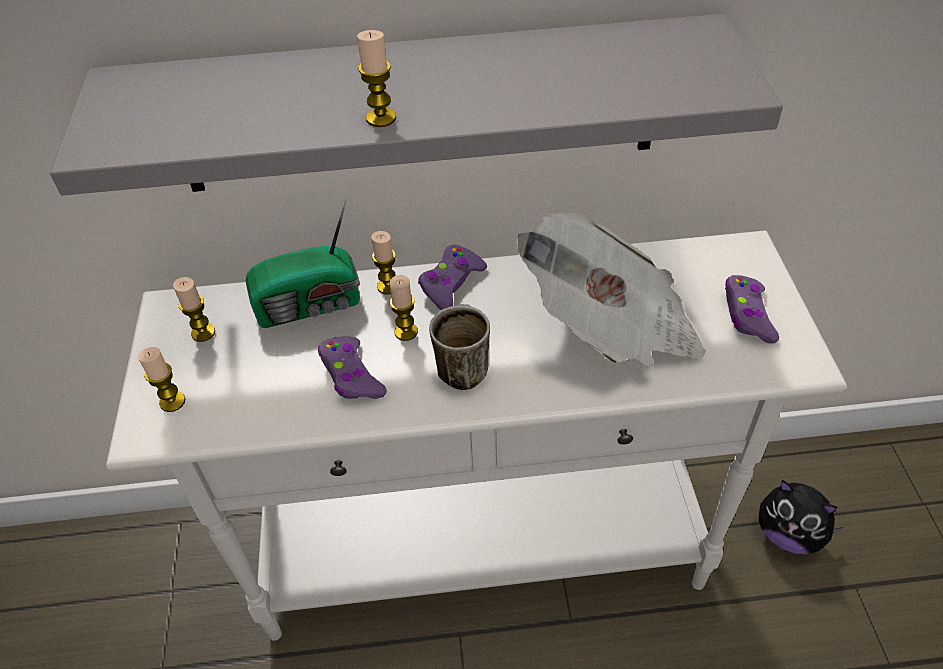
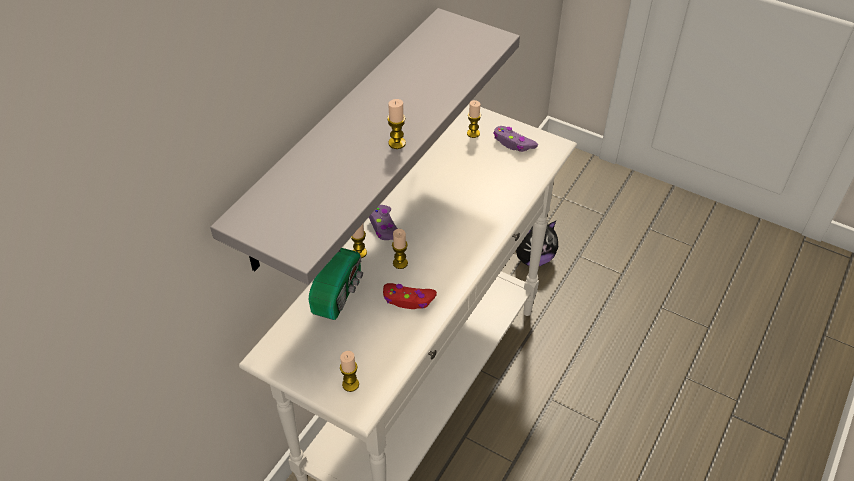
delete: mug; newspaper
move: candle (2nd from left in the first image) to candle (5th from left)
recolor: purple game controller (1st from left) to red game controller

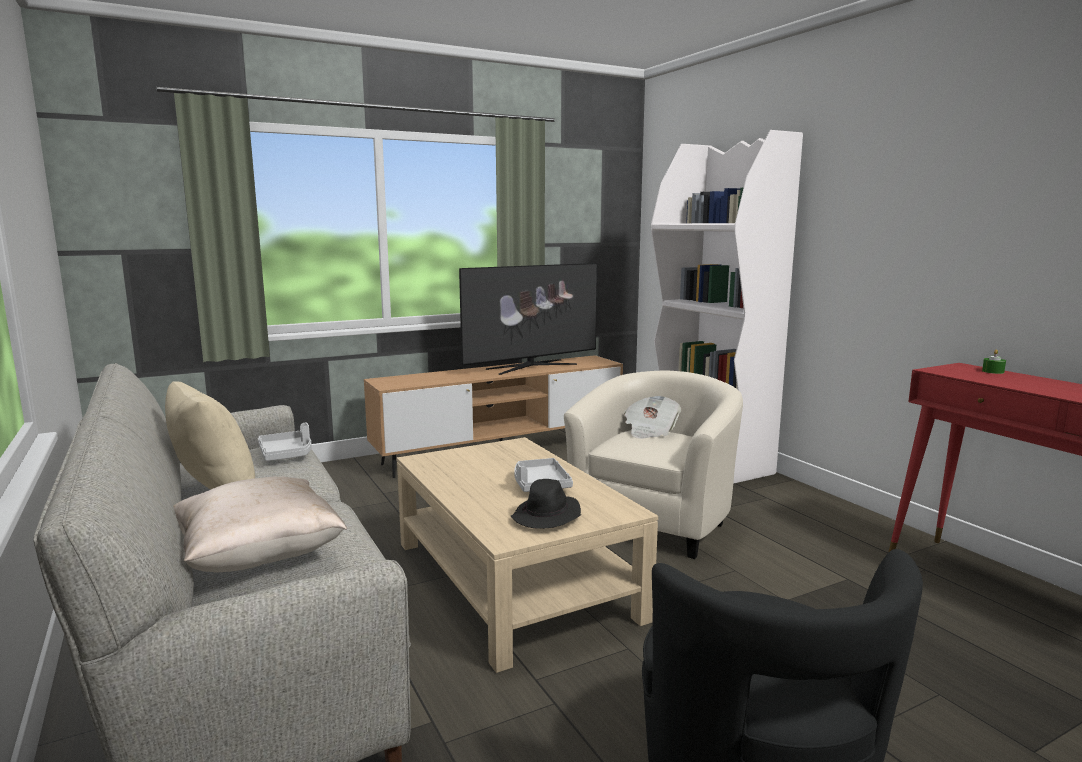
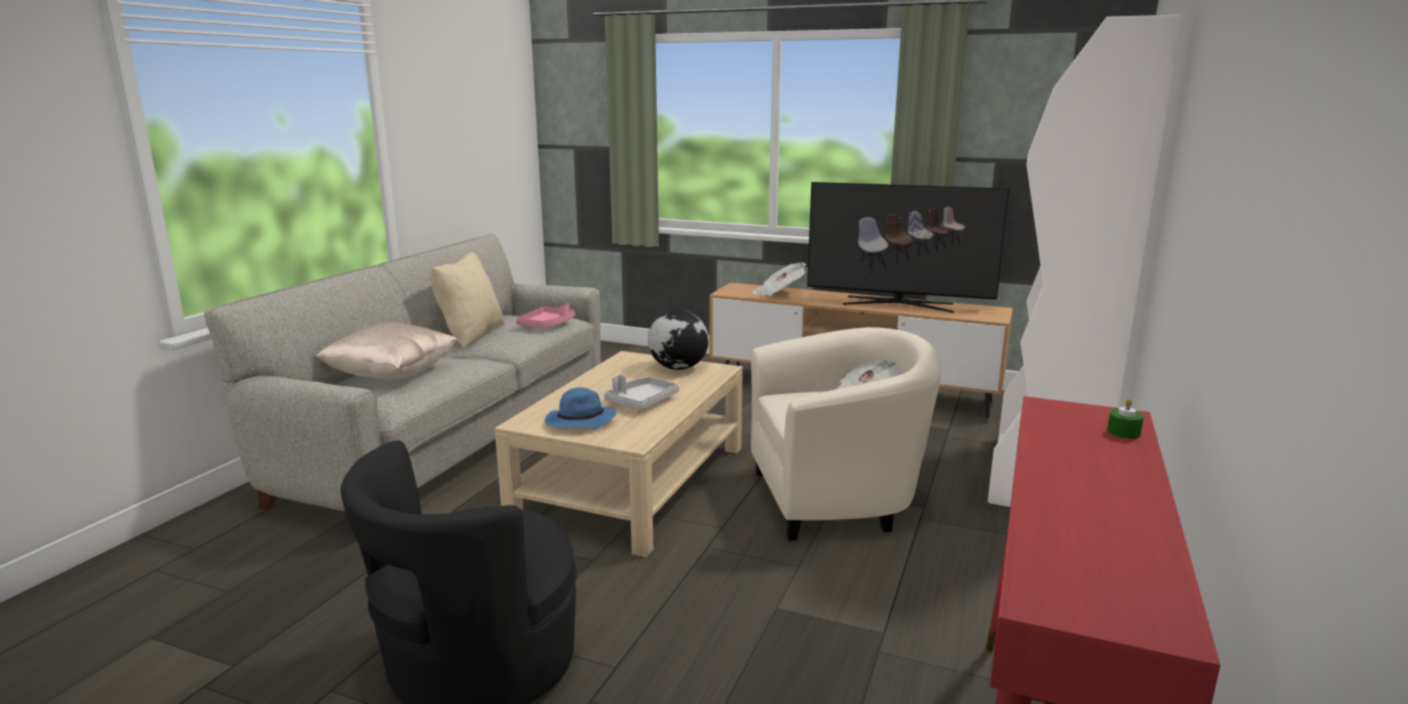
insert: globe; newspaper (1st from left)
recolor: grey tray (1st from left) to pink tray; black hat to blue hat

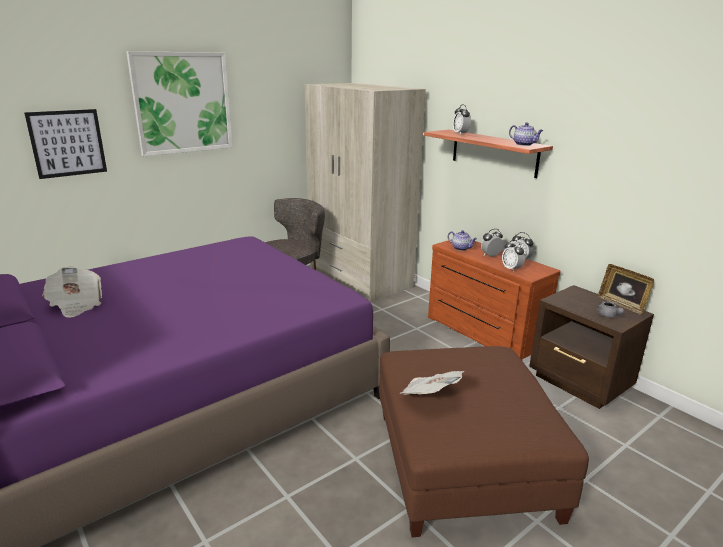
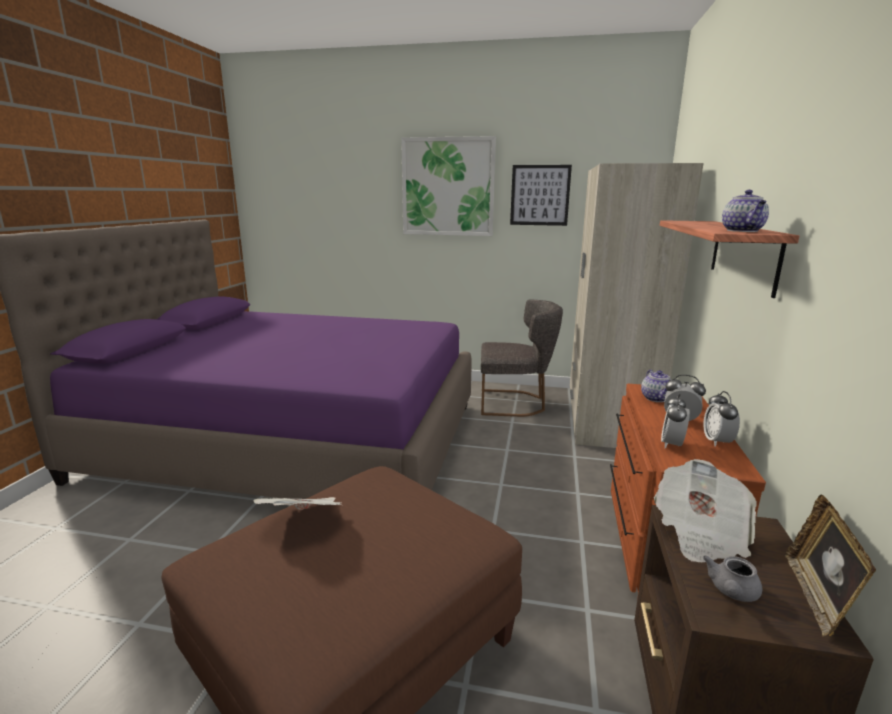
delete: alarm clock (1st from left)
move: picture (1st from left in the first image) to picture (2nd from left); newspaper (1st from left in the first image) to newspaper (2nd from left)

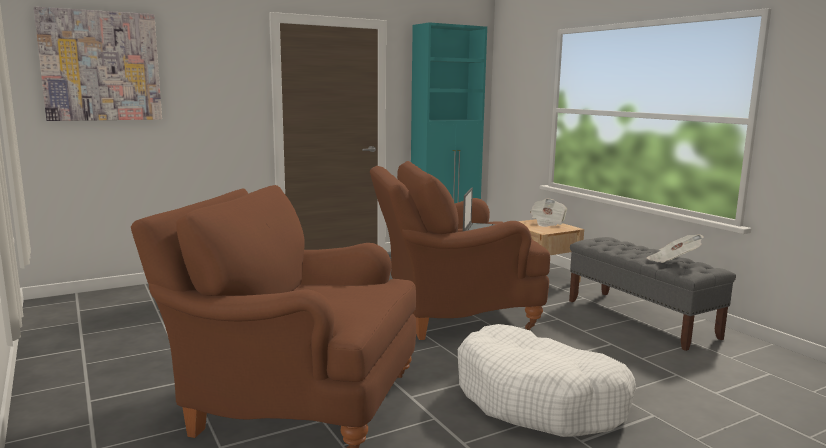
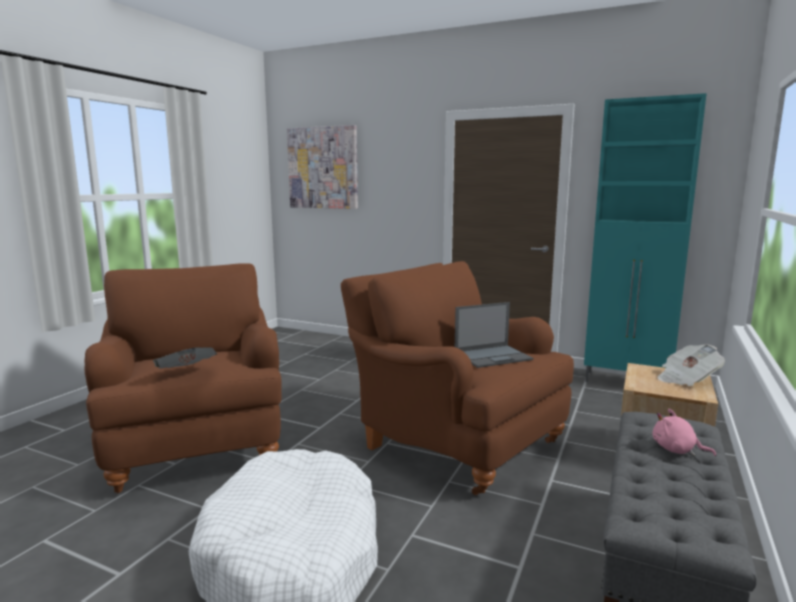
insert: pink plush toy
move: newspaper (2nd from left in the first image) to newspaper (1st from left)

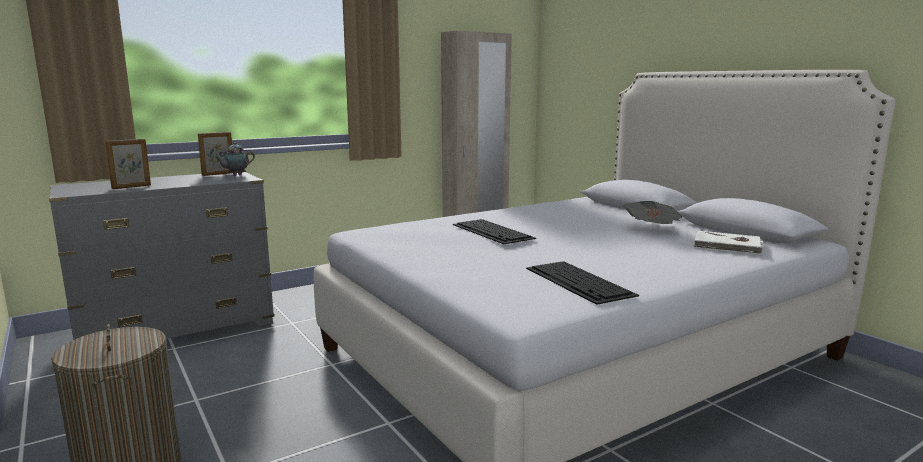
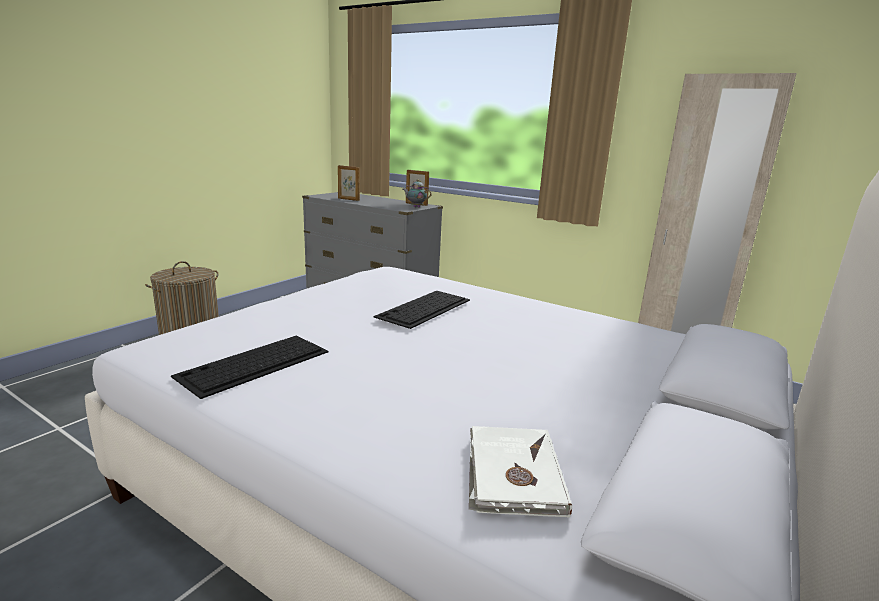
delete: newspaper

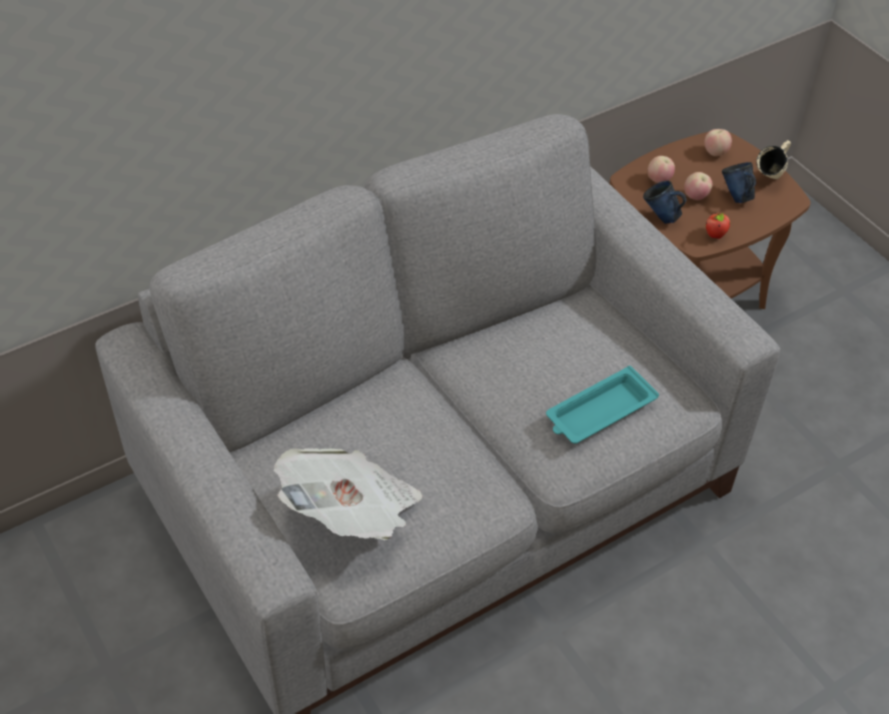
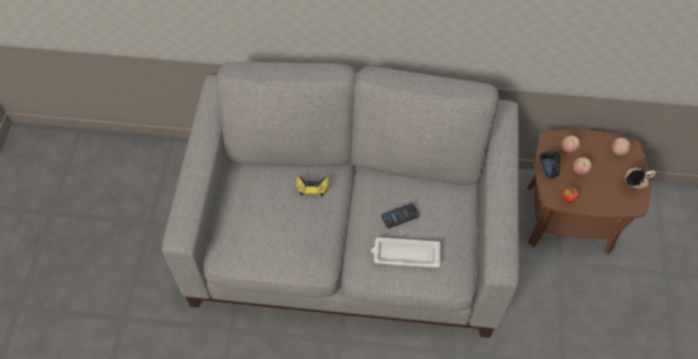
delete: newspaper; blue mug (2nd from left)
insert: yellow game controller; phone
recolor: turquoise tray to white tray

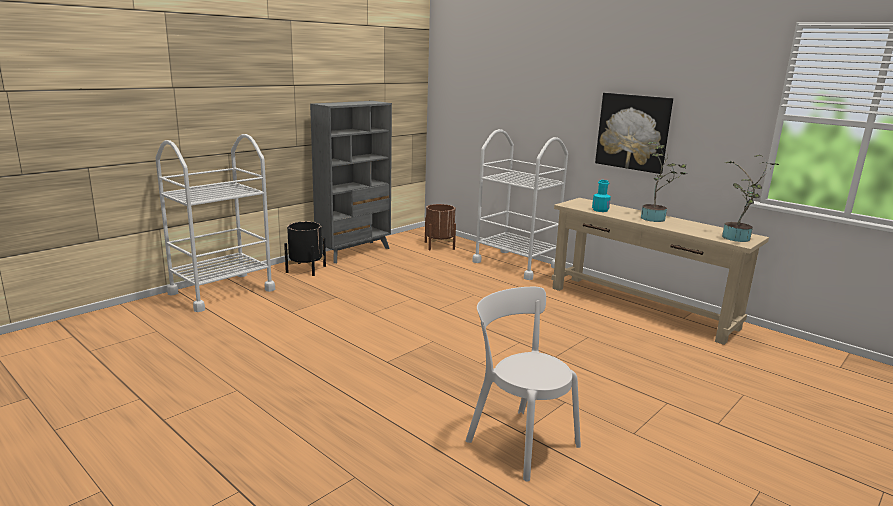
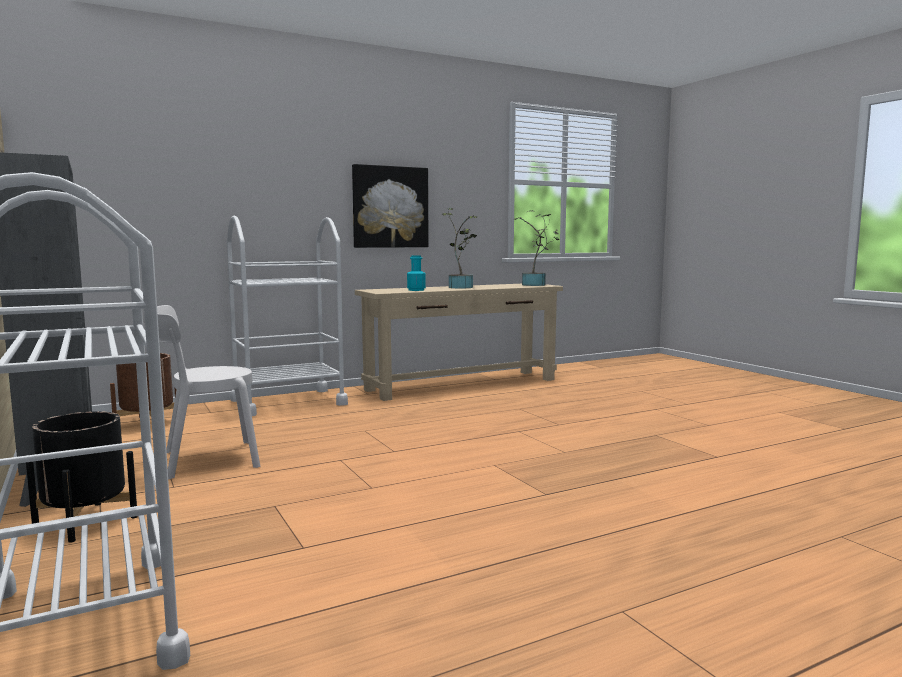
move: white chair

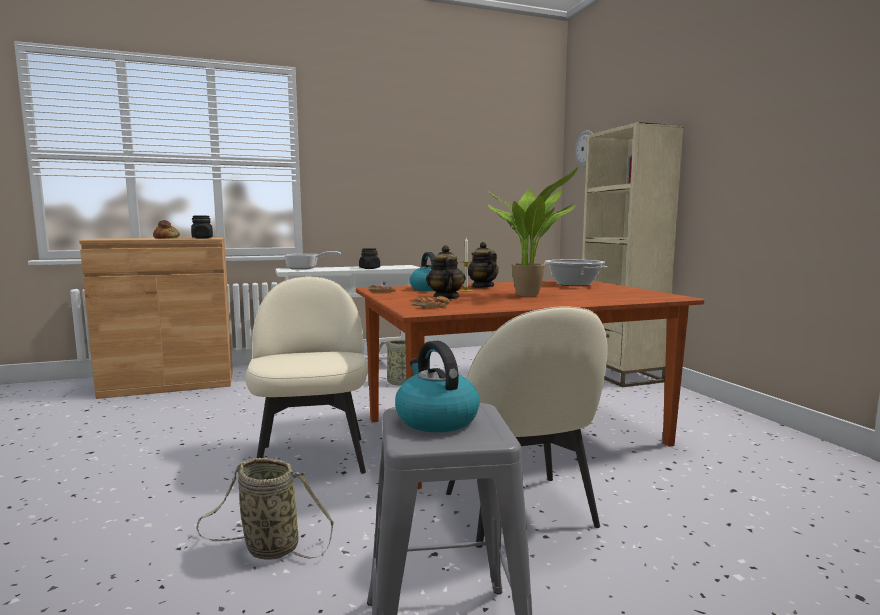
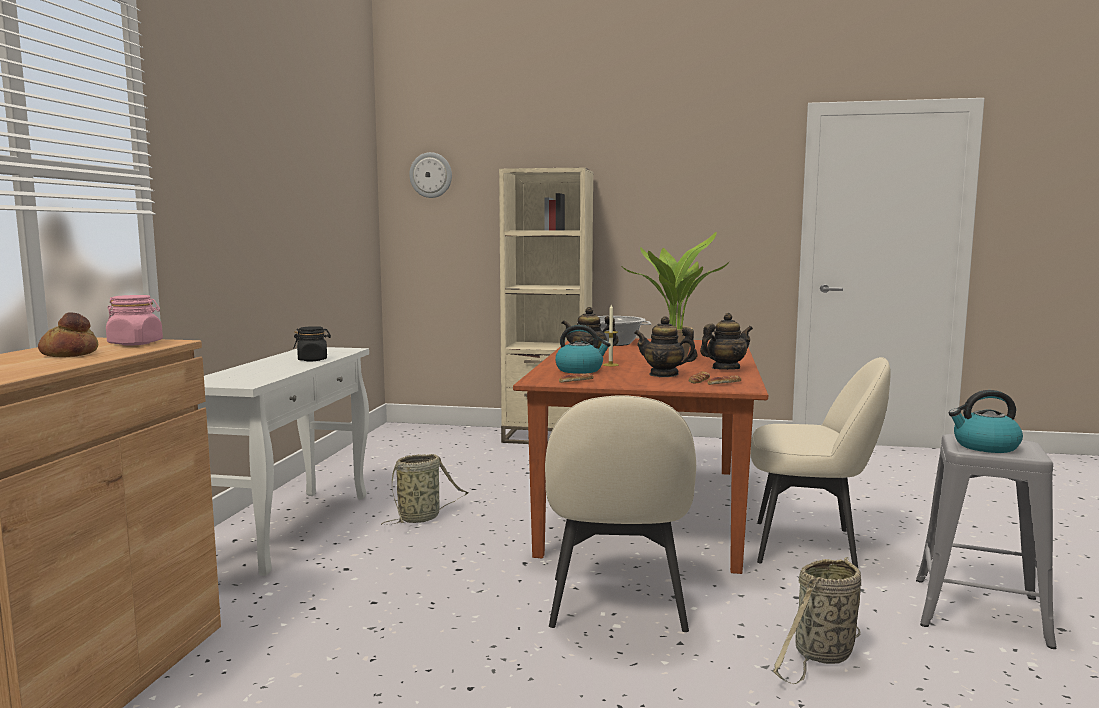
delete: frying pan
insert: teapot (3rd from left)
recolor: black jar (1st from left) to pink jar
rotate: beige chair (1st from left) 105 degrees counterclockwise

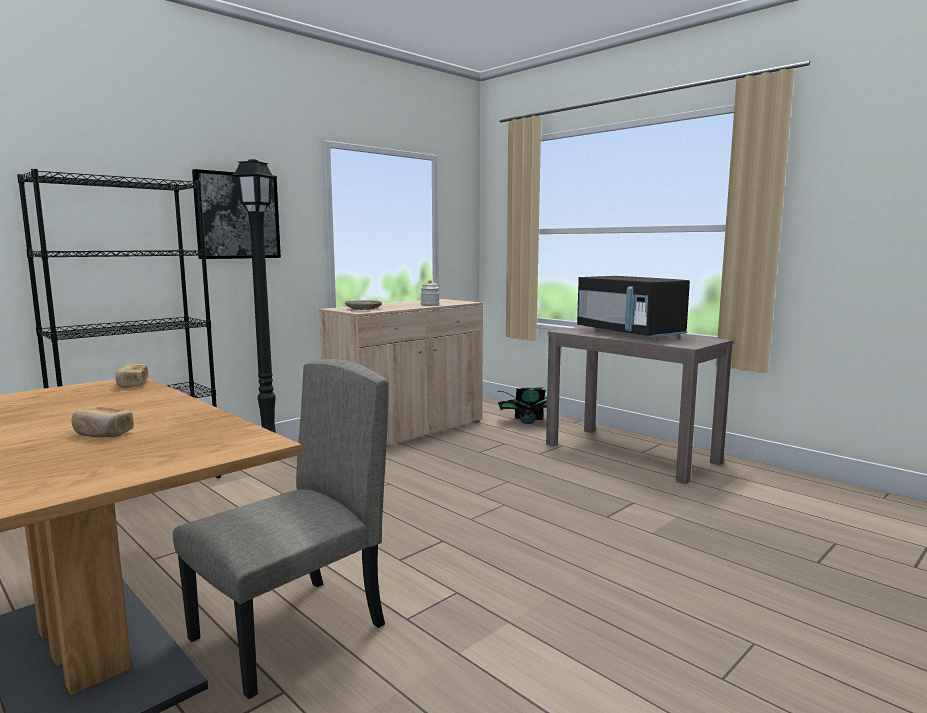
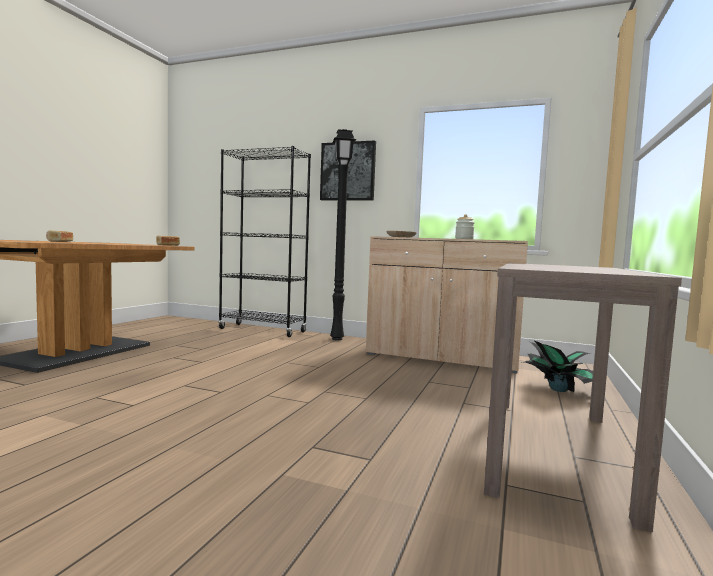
delete: beige chair; black microwave

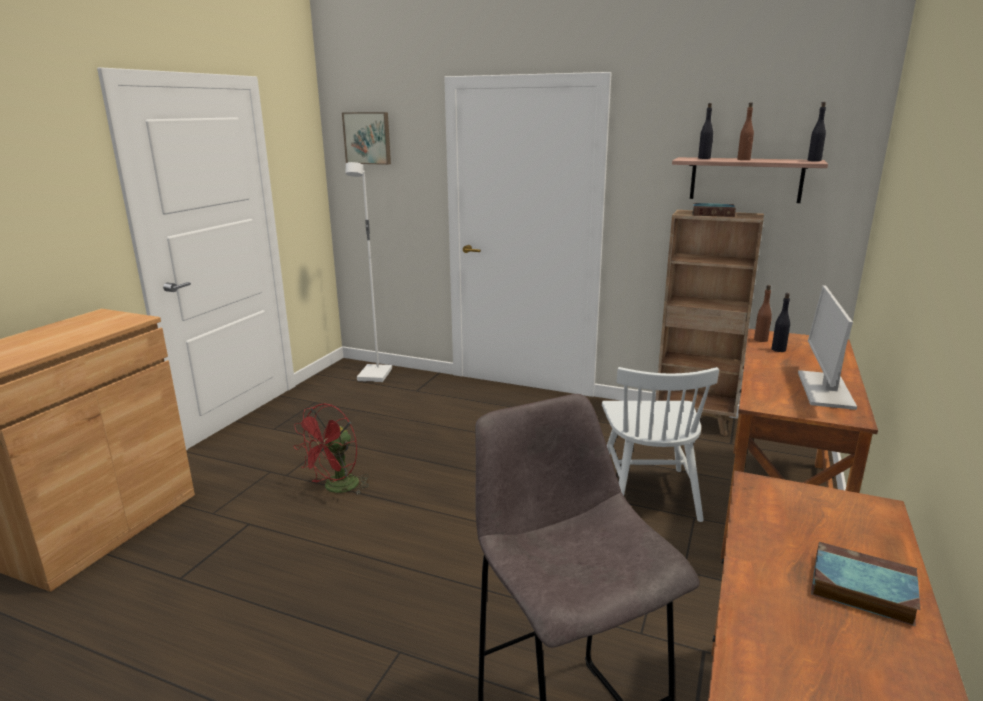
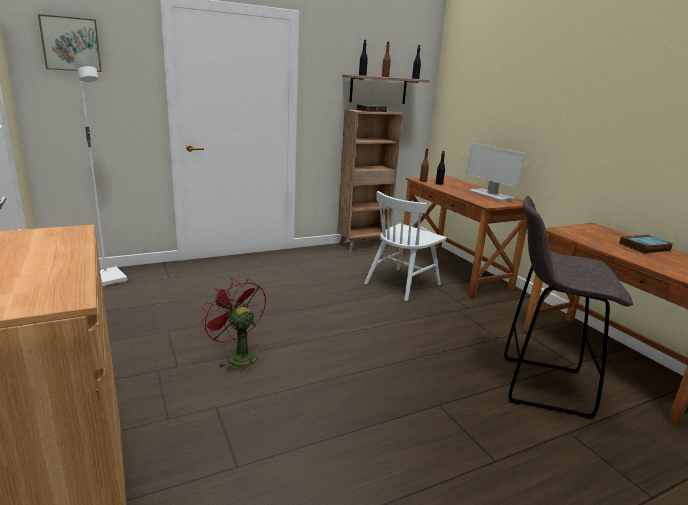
rotate: red fan 150 degrees clockwise; white chair 90 degrees clockwise

